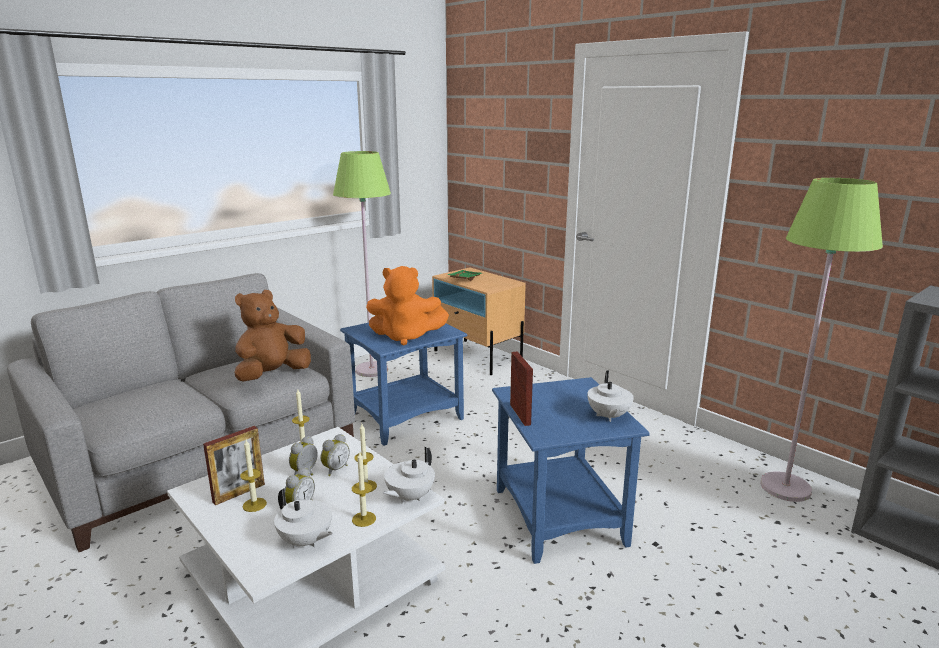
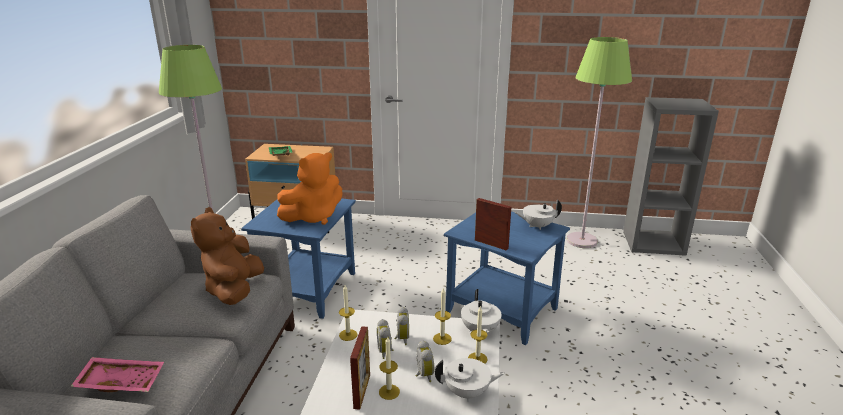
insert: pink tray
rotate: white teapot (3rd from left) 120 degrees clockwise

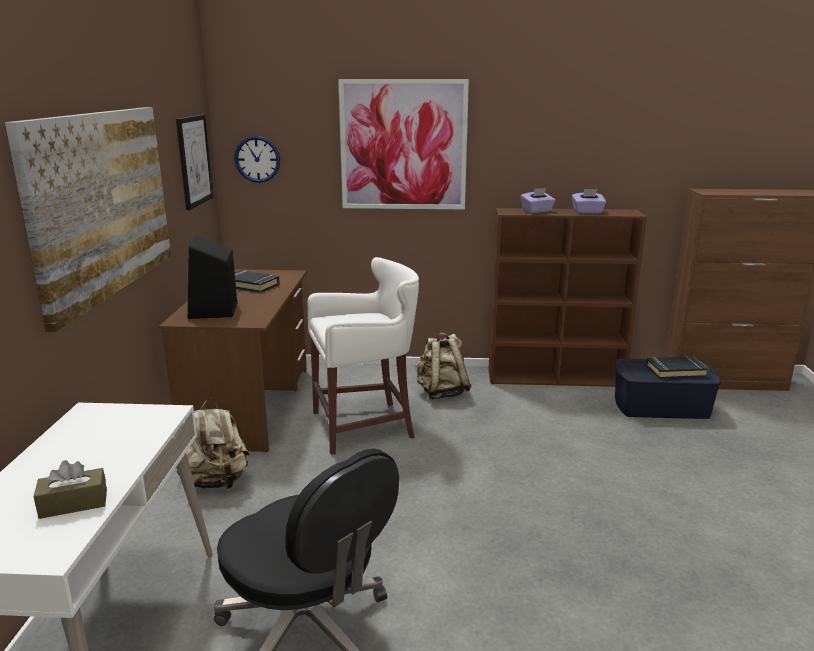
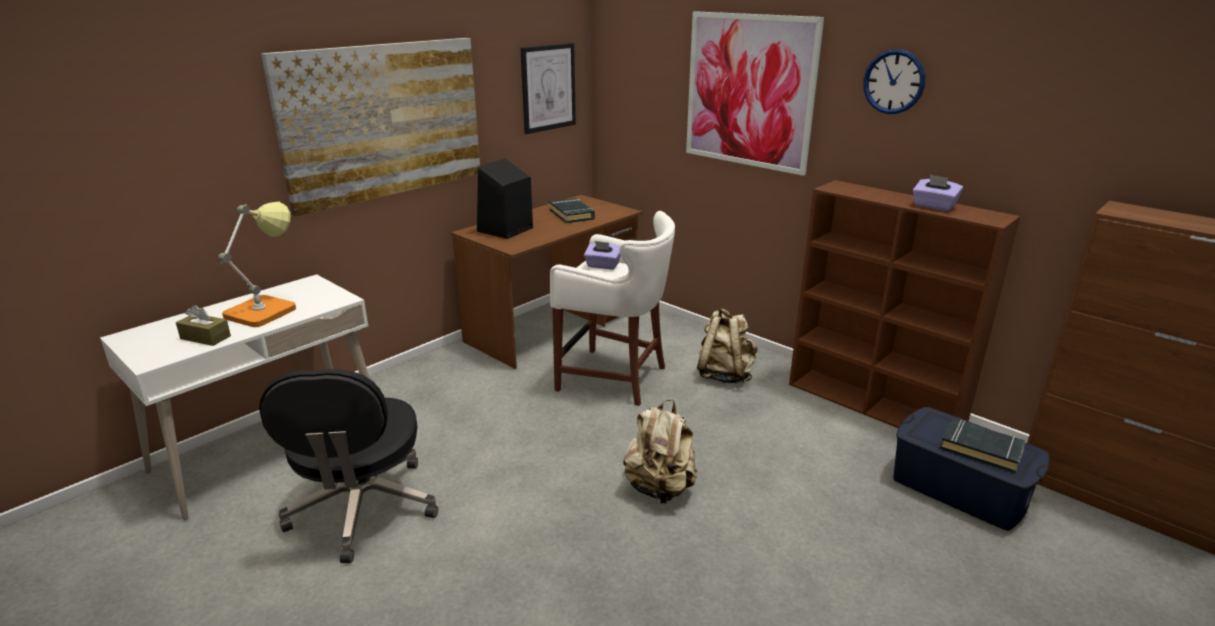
insert: table lamp
move: purple tissue box (1st from left); beige backpack (1st from left); wall clock

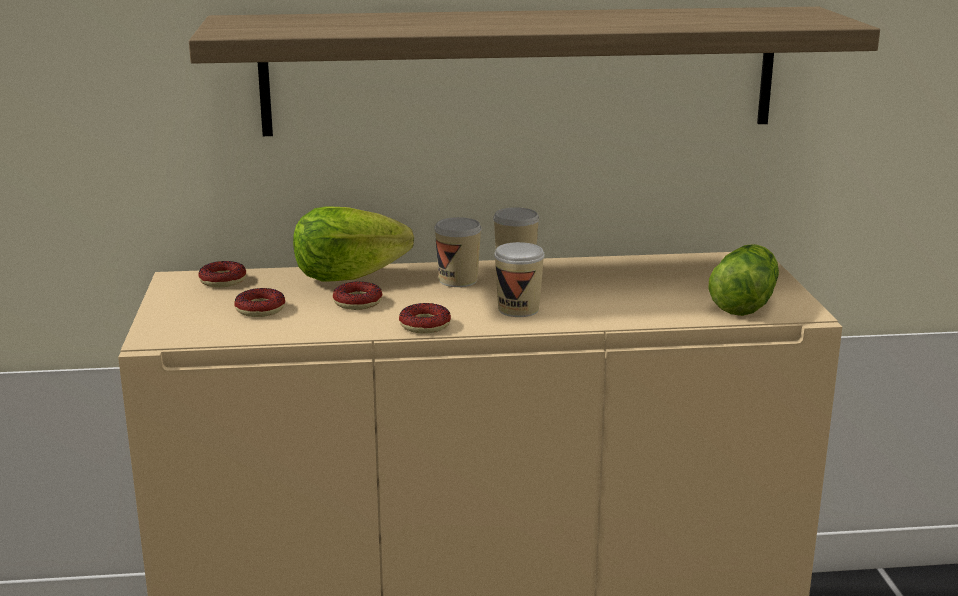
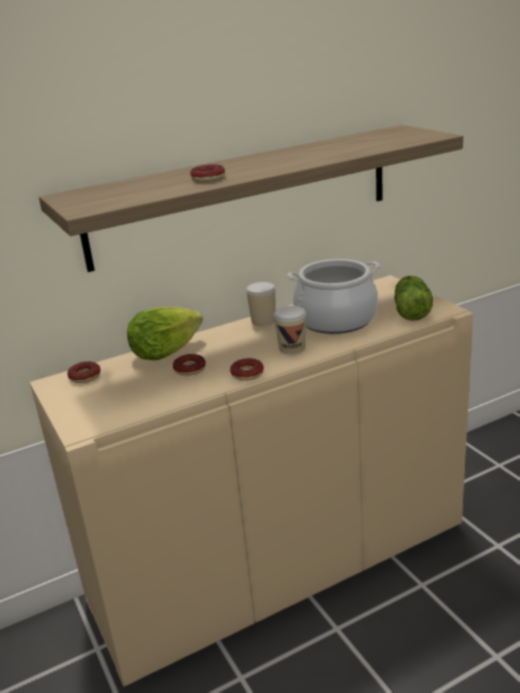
delete: cup (1st from left)
insert: cooking pot
move: donut (2nd from left in the first image) to donut (3rd from left)

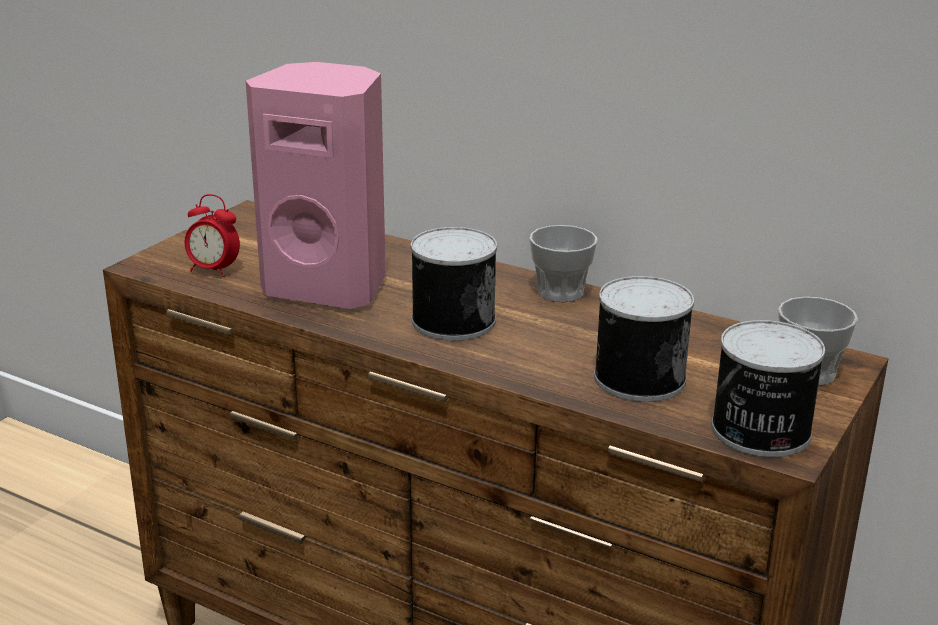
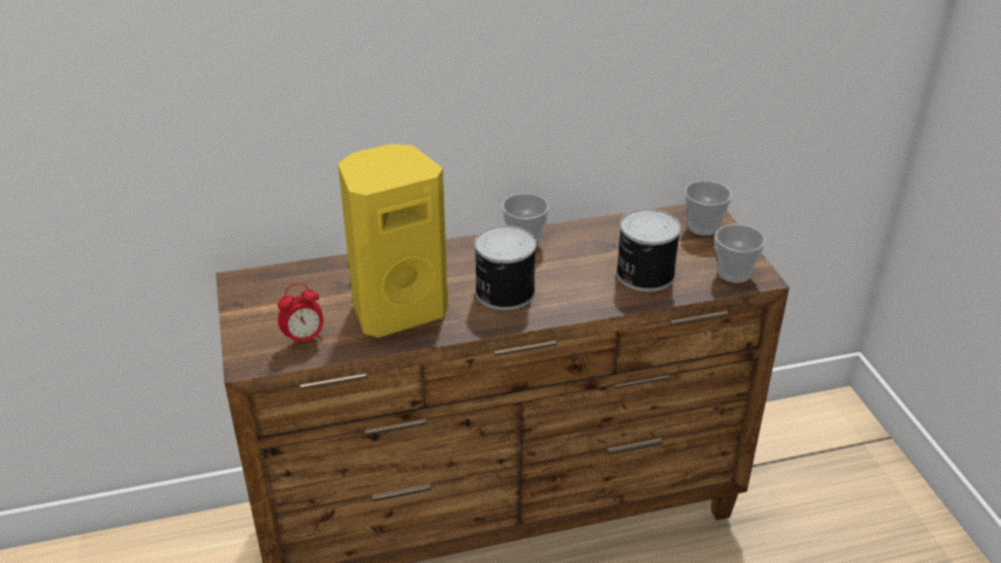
replace: can (3rd from left) to cup (3rd from left)
recolor: pink speaker to yellow speaker

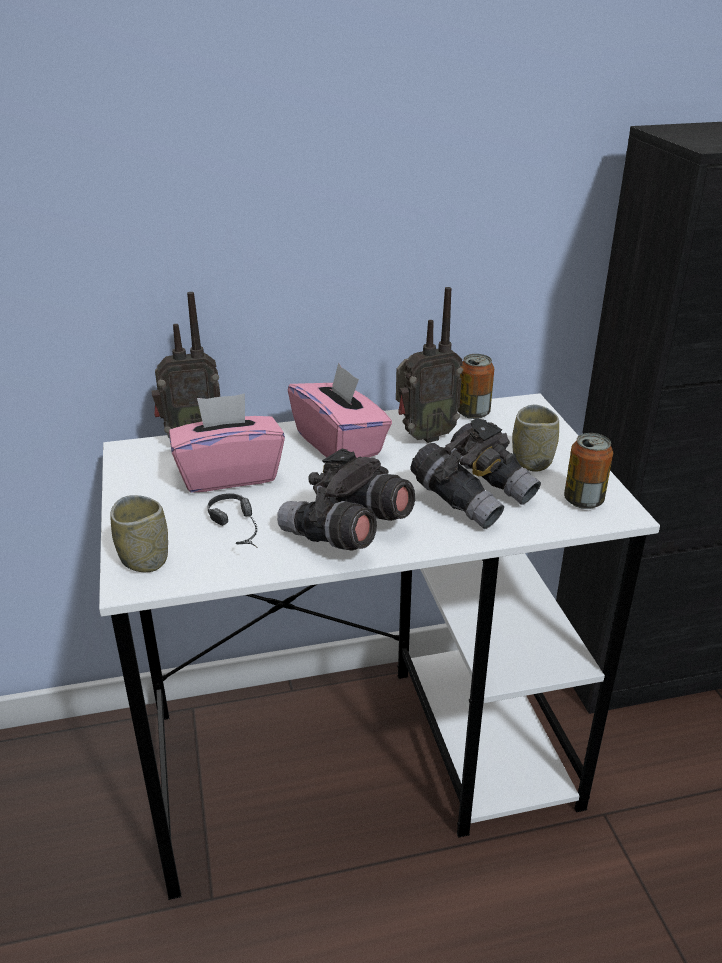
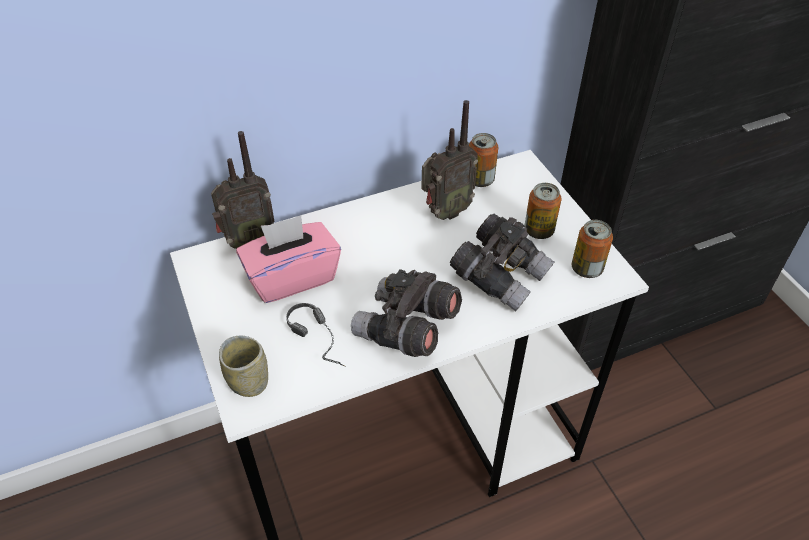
delete: pink tissue box (2nd from left)
replace: cup (2nd from left) to can (2nd from left)

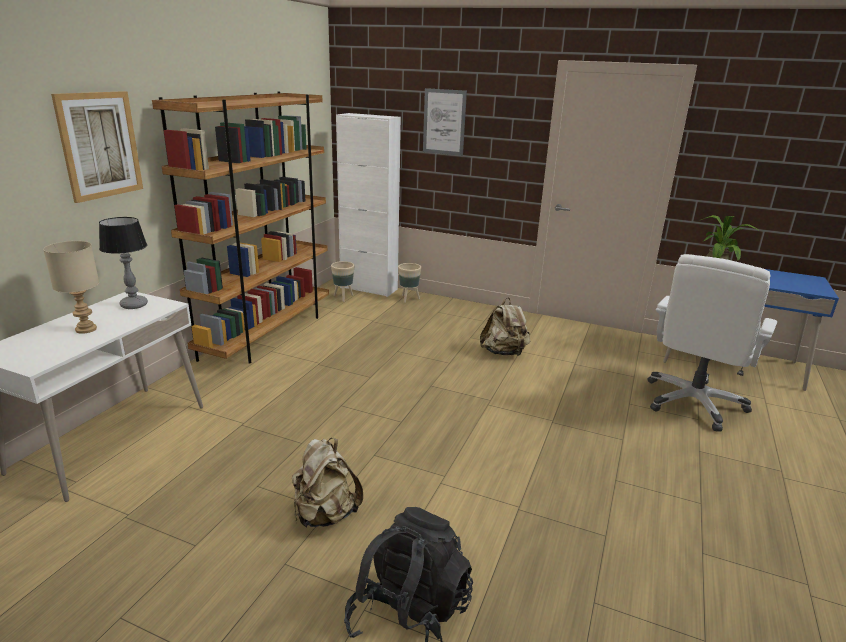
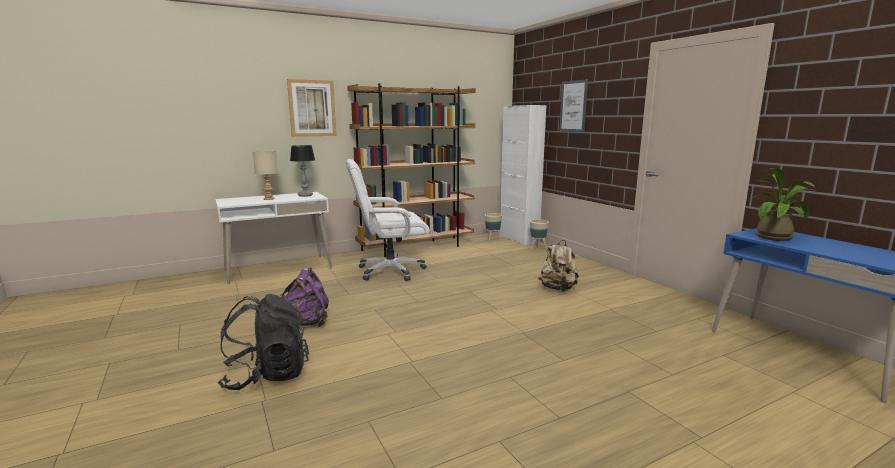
move: white office chair
recolor: beige backpack (1st from left) to purple backpack

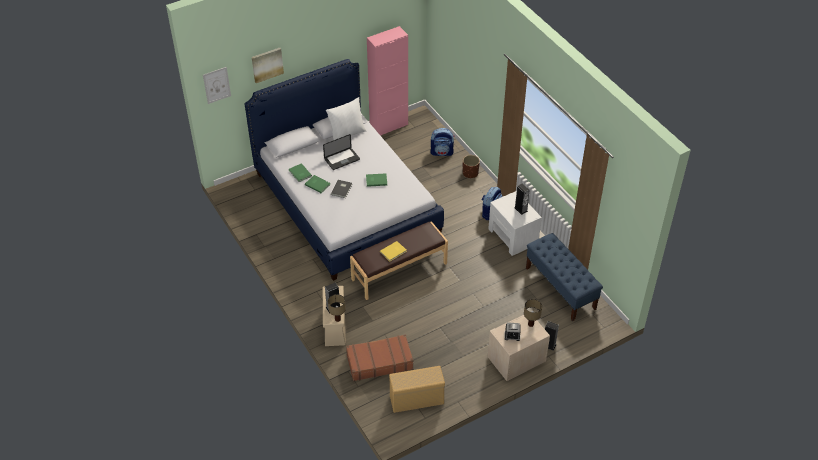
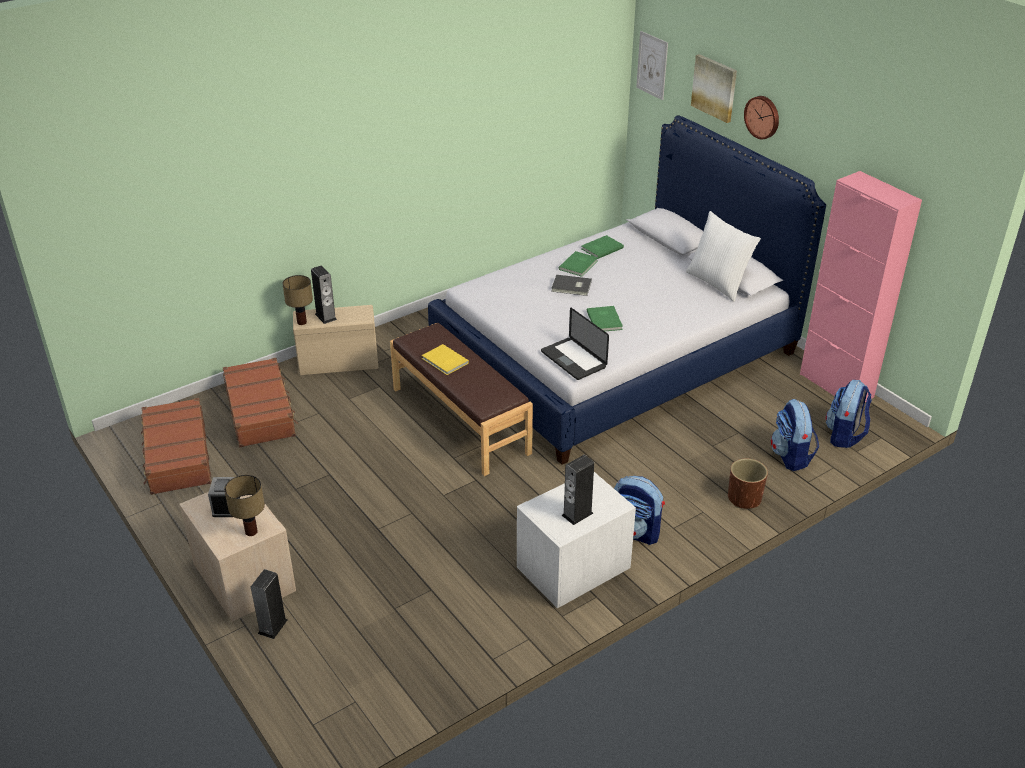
delete: blue bench
insert: wall clock; backpack (3rd from left)
move: laptop
replace: beige storage box (2nd from left) to brown suitcase (1st from left)

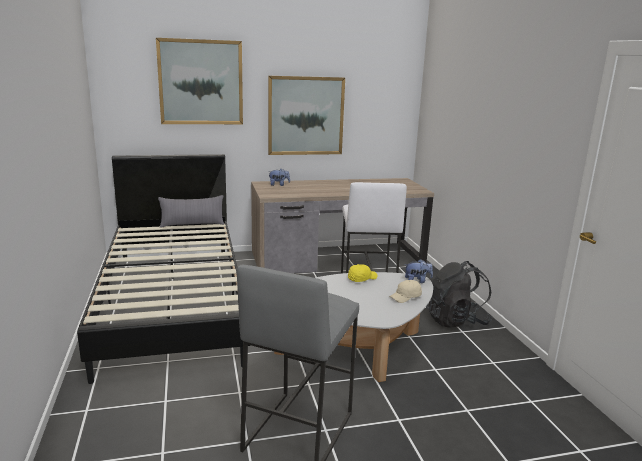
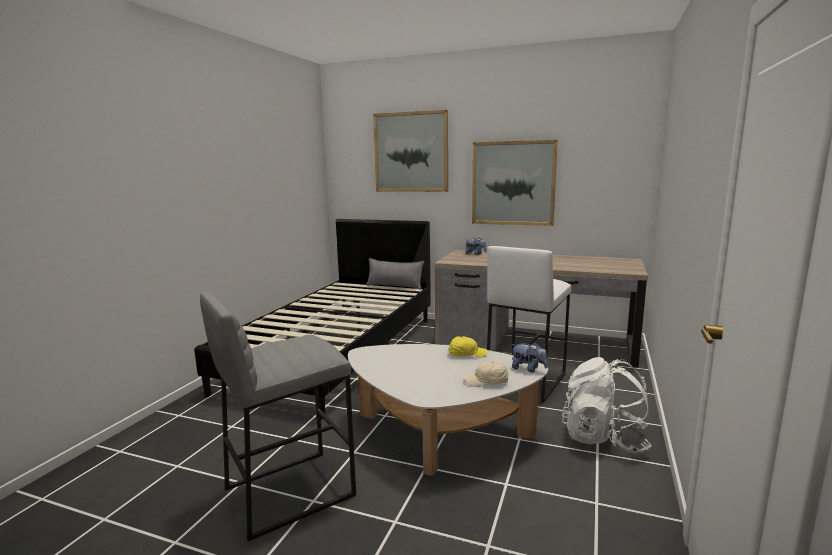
recolor: black backpack to white backpack

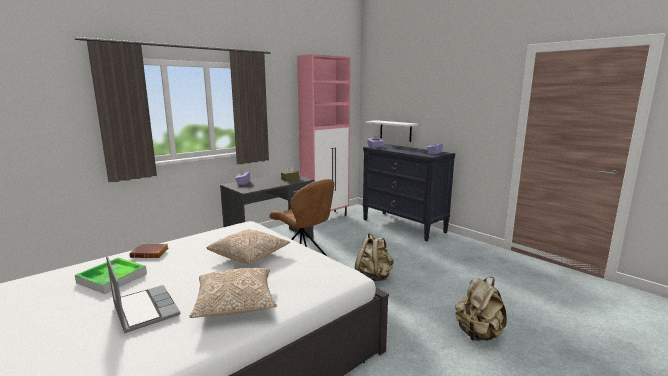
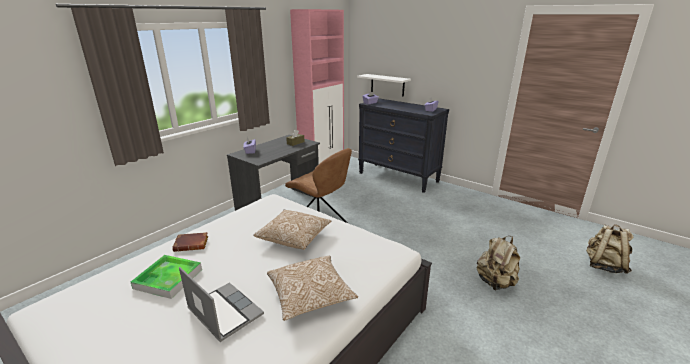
move: beige backpack (1st from left in the first image) to beige backpack (2nd from left)

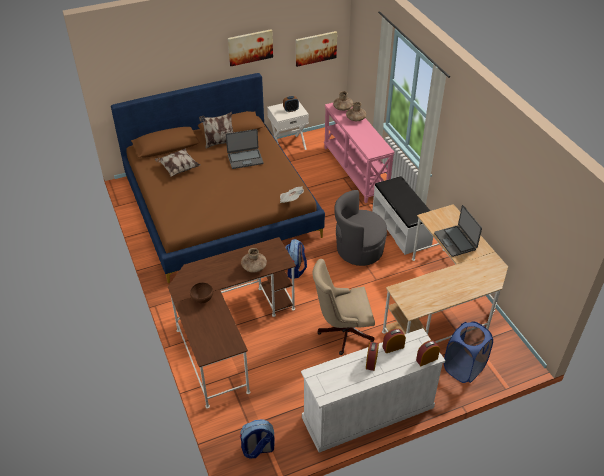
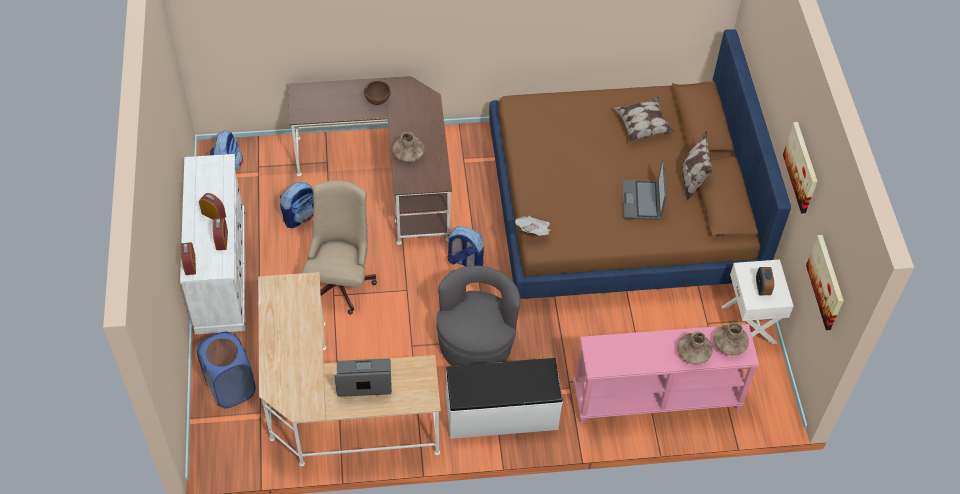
insert: backpack (2nd from left)

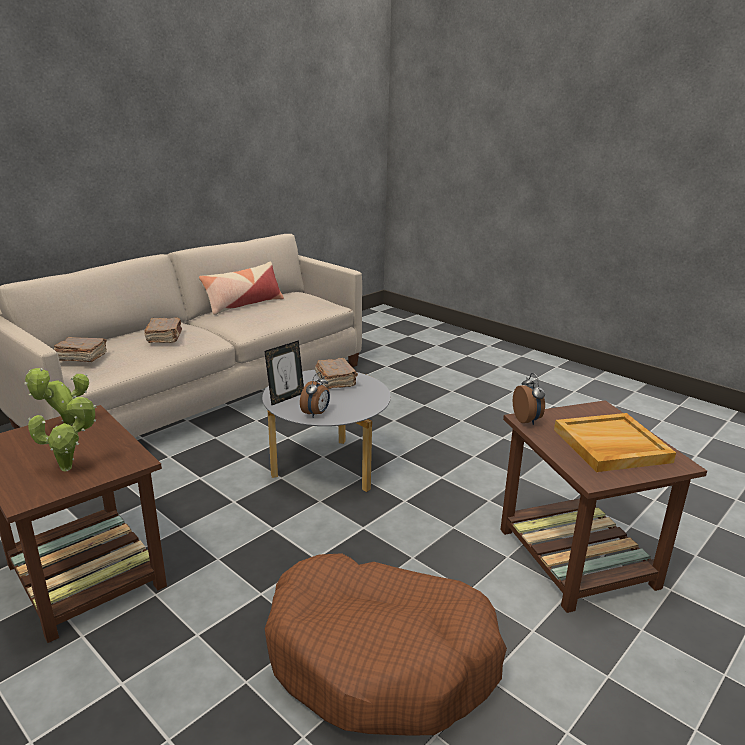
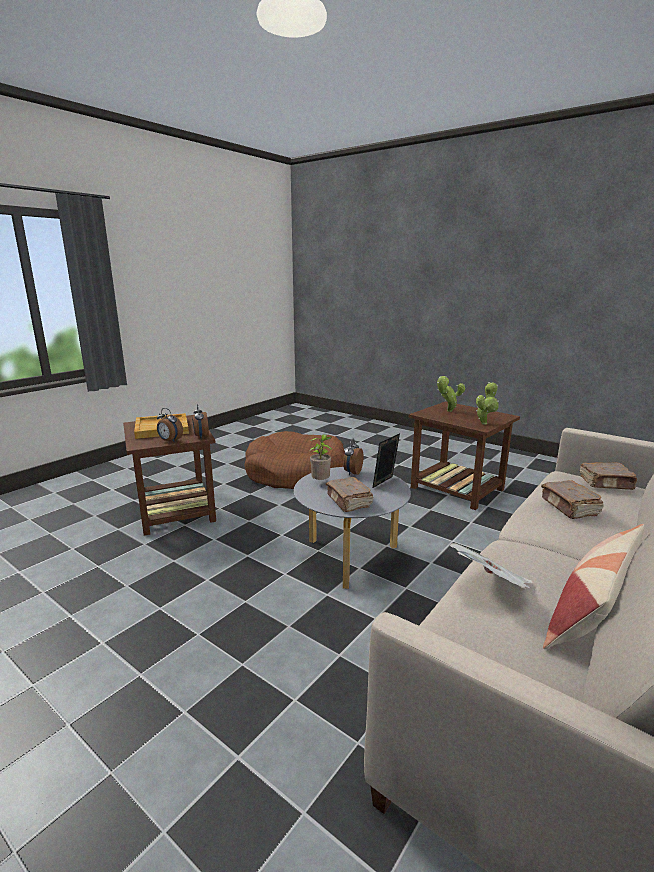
insert: alarm clock (1st from left); potted plant (1st from left); newspaper

